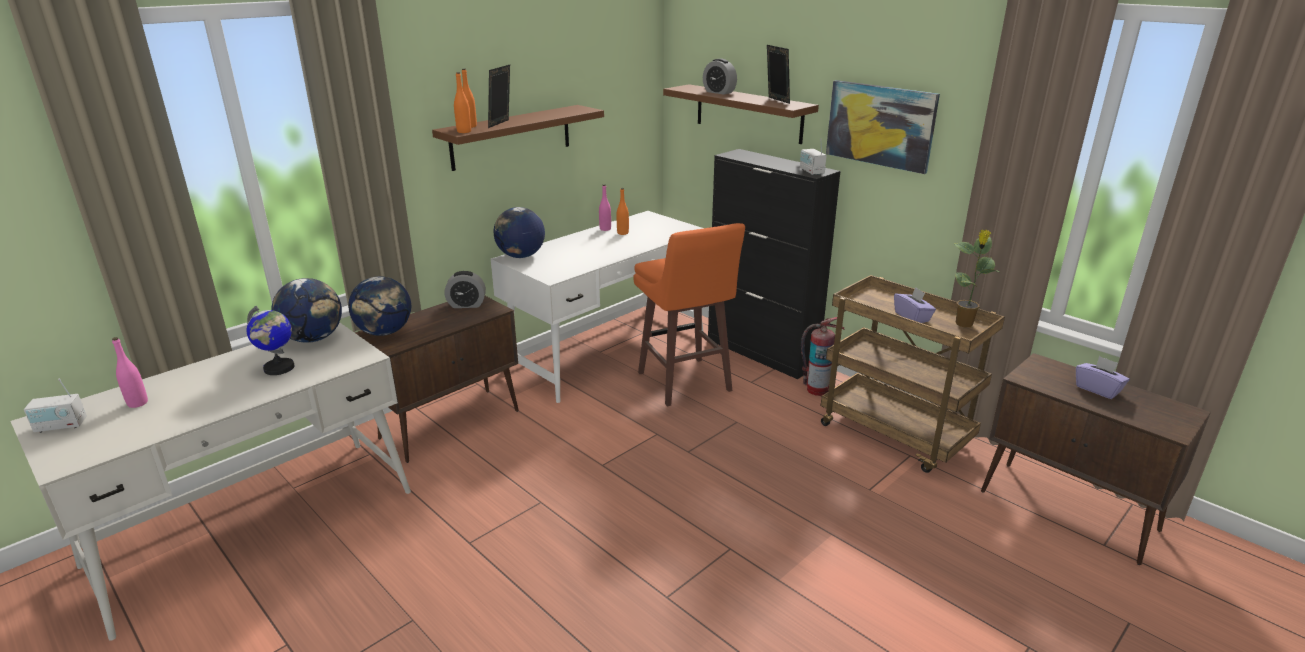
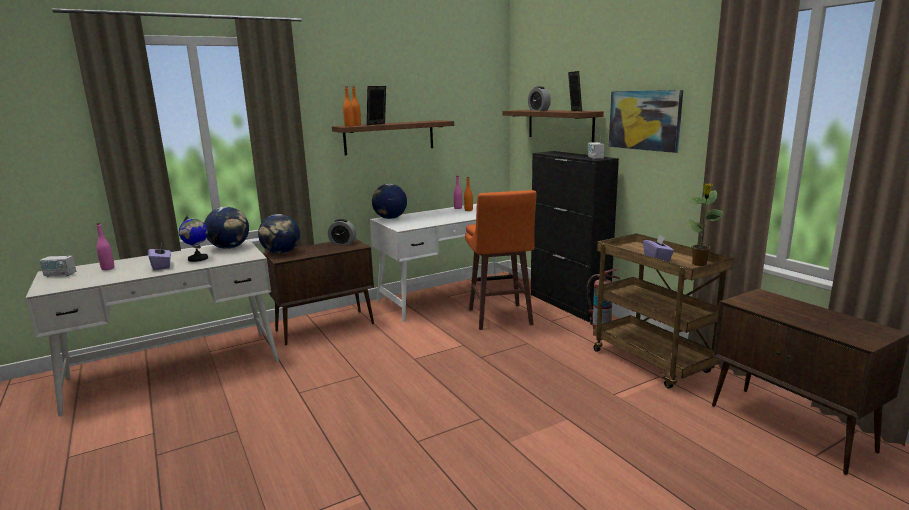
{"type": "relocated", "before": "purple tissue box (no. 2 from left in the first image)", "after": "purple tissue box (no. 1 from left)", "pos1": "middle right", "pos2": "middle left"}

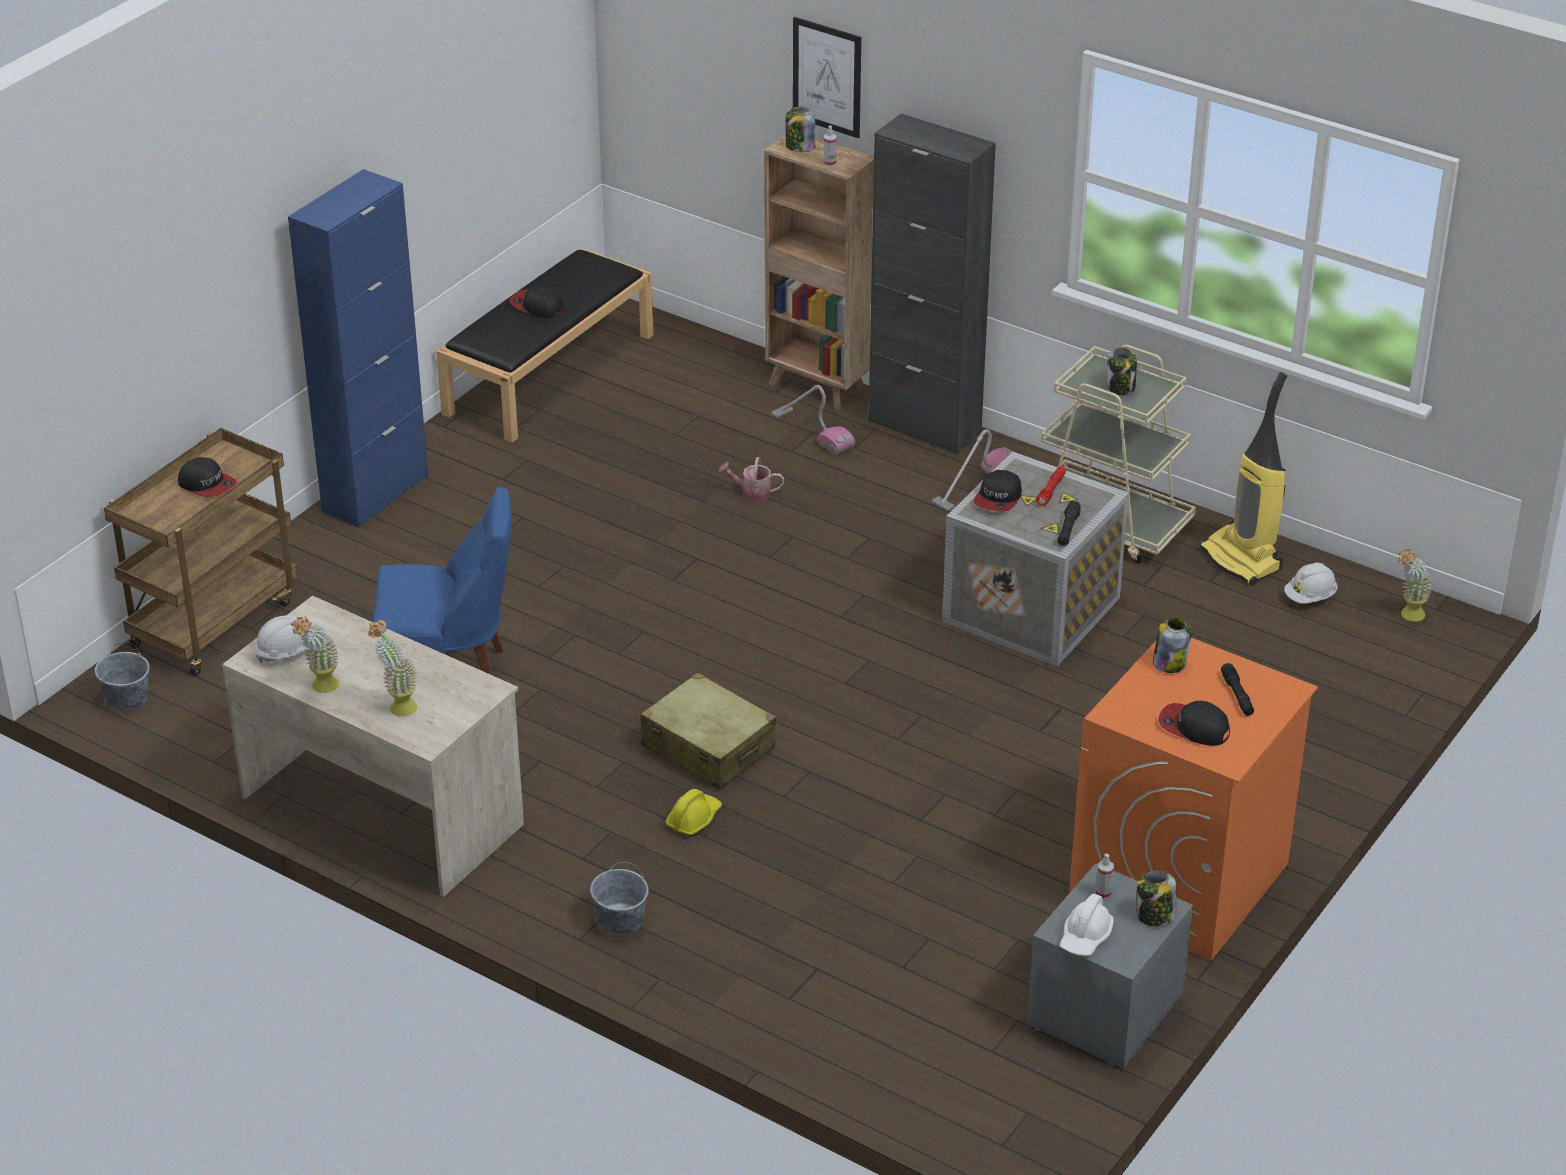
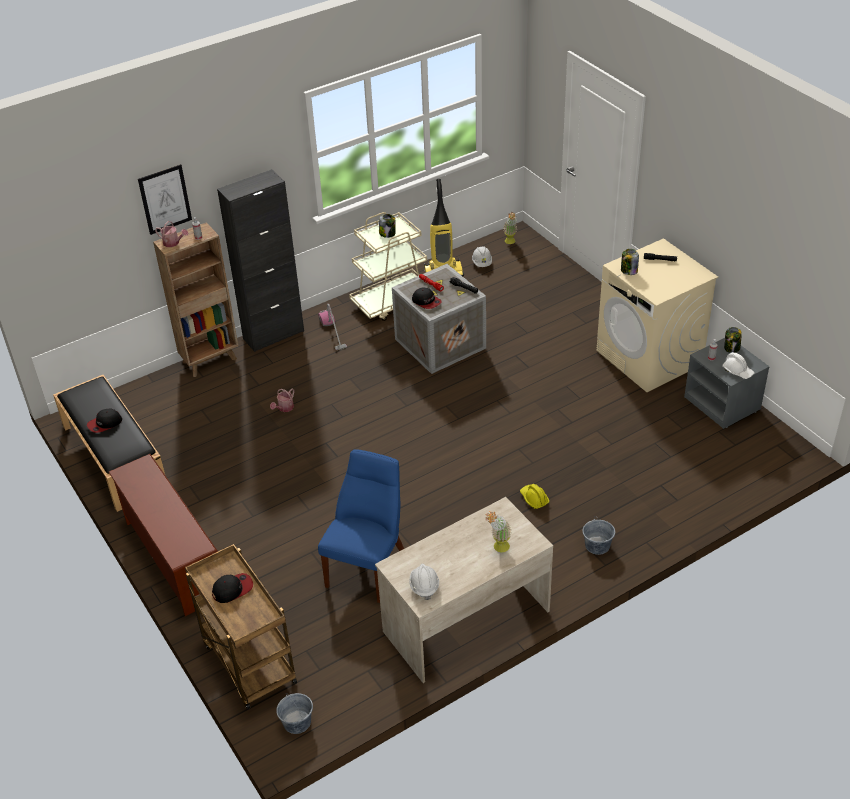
{"type": "exchanged", "before": "blue cabinet", "after": "brown shoe rack", "pos1": "top left", "pos2": "bottom left"}
{"type": "exchanged", "before": "jar (no. 1 from left)", "after": "watering can (no. 1 from left)", "pos1": "top centre", "pos2": "top left"}
{"type": "colour", "before": "orange washing machine", "after": "beige washing machine", "pos1": "bottom right", "pos2": "middle right"}
{"type": "missing", "before": "potted plant (no. 1 from left)", "pos1": "middle left"}
{"type": "missing", "before": "beige suitcase", "pos1": "centre"}
{"type": "missing", "before": "vacuum cleaner (no. 1 from left)", "pos1": "centre"}
{"type": "missing", "before": "cap (no. 4 from left)", "pos1": "middle right"}

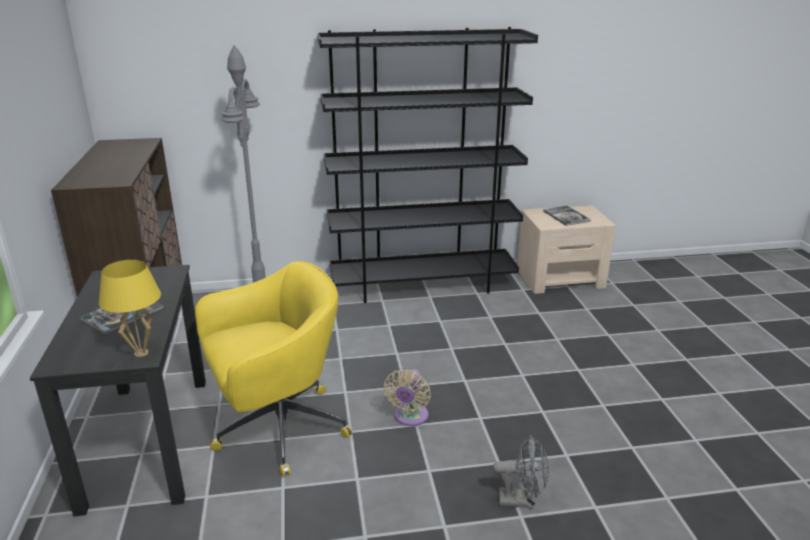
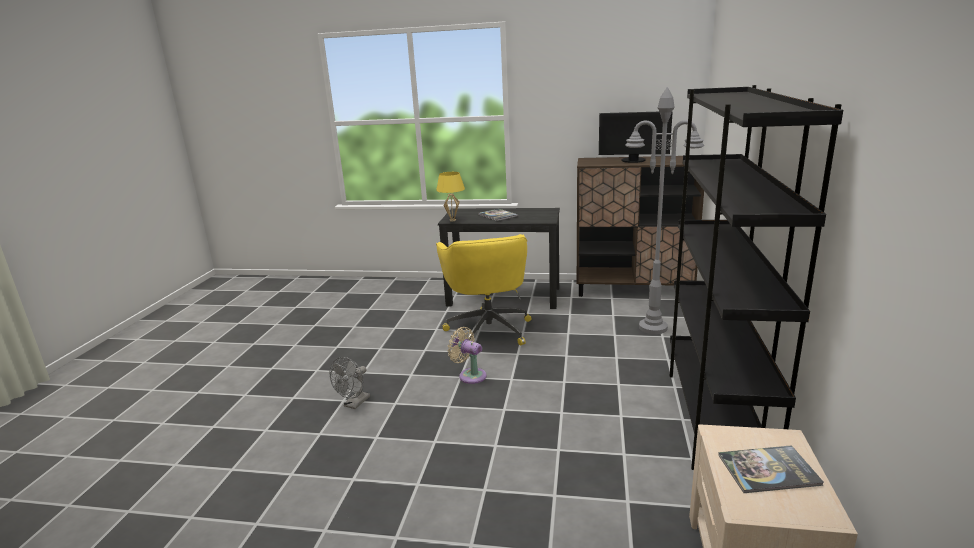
{"type": "appeared", "after": "monitor", "pos2": "top centre"}

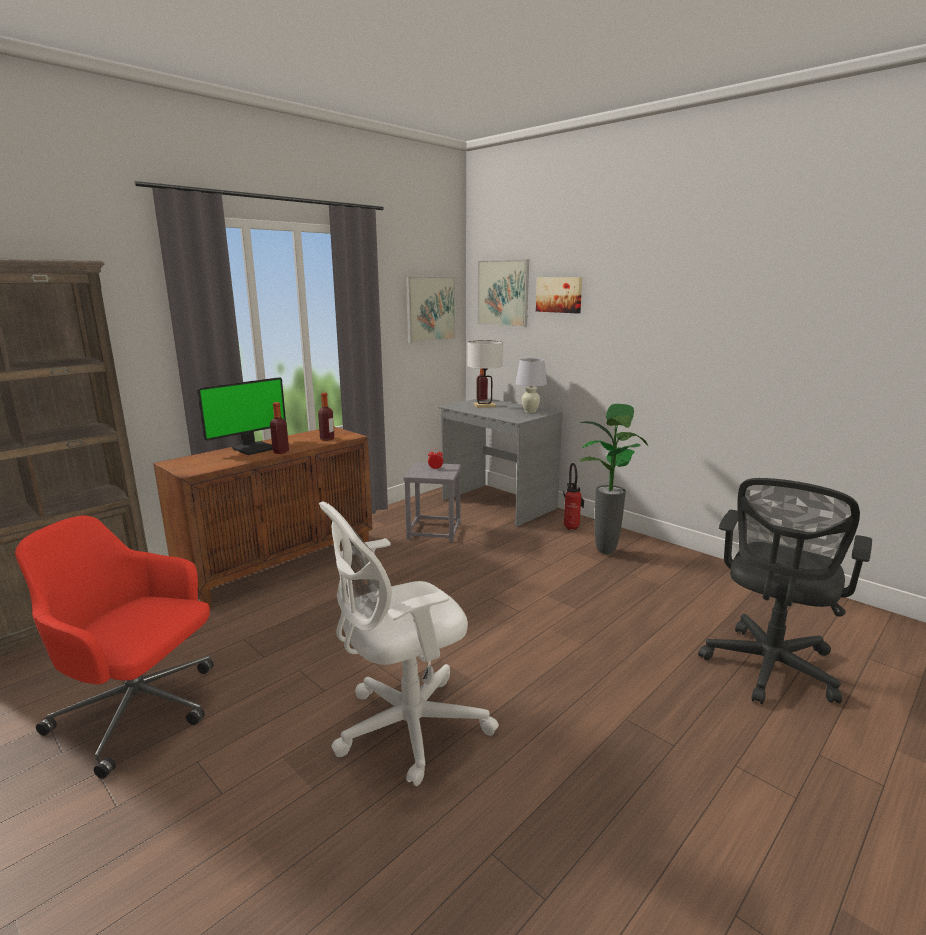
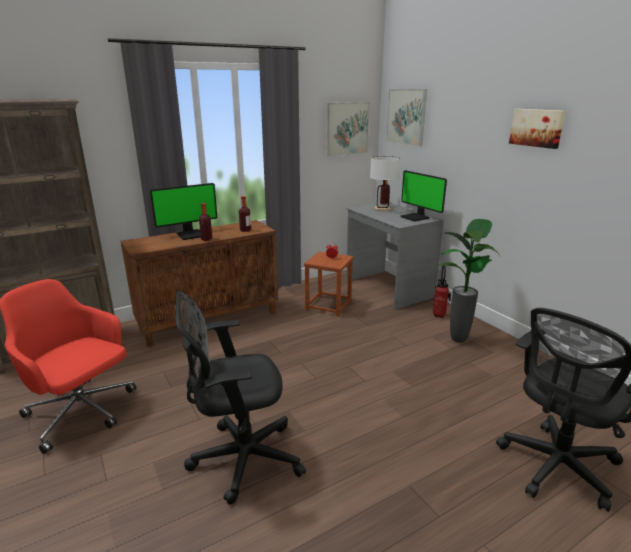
{"type": "colour", "before": "white office chair", "after": "black office chair (no. 1 from left)", "pos1": "bottom centre", "pos2": "bottom centre"}
{"type": "colour", "before": "grey stool", "after": "brown stool", "pos1": "centre", "pos2": "centre"}
{"type": "exchanged", "before": "white table lamp (no. 2 from left)", "after": "monitor (no. 2 from left)", "pos1": "centre", "pos2": "middle right"}
{"type": "relocated", "before": "picture (no. 3 from left)", "pos1": "top centre", "pos2": "top right"}

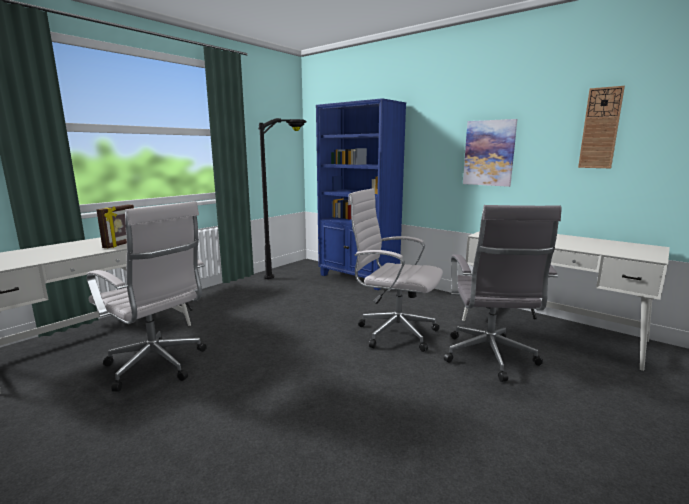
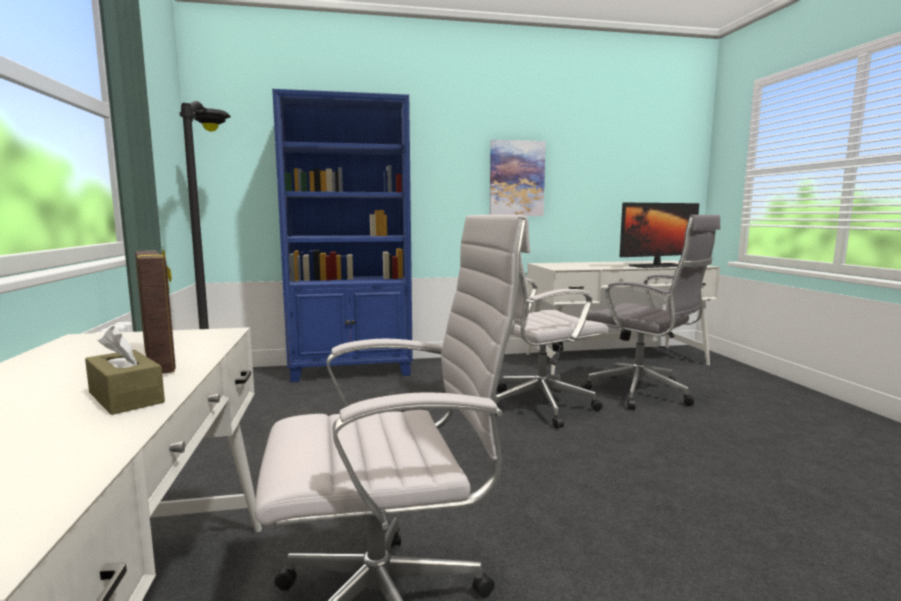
{"type": "appeared", "after": "brown tissue box", "pos2": "middle left"}
{"type": "appeared", "after": "monitor", "pos2": "middle right"}
{"type": "missing", "before": "wall clock", "pos1": "top right"}

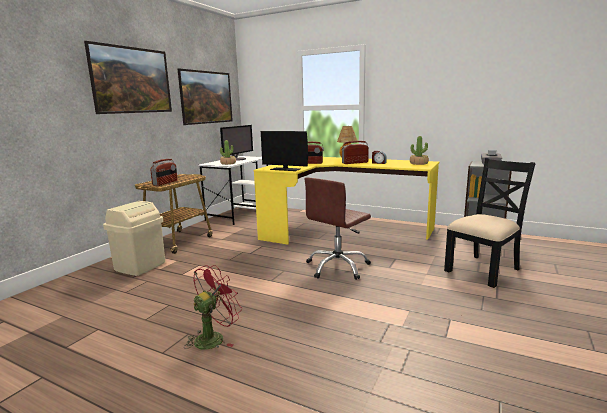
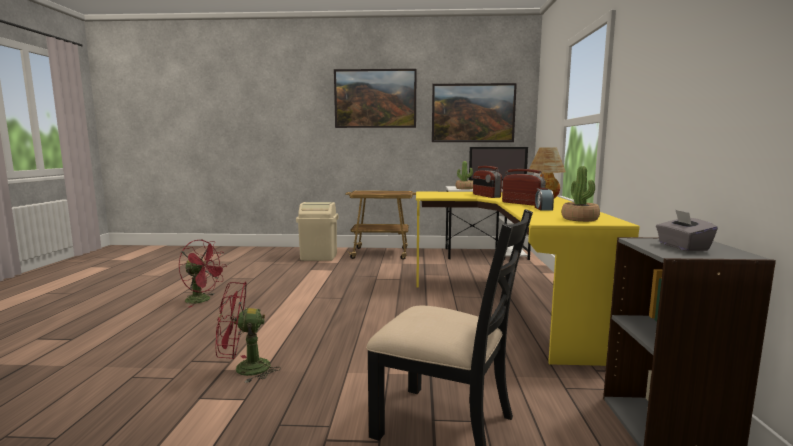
{"type": "appeared", "after": "red fan (no. 2 from left)", "pos2": "bottom left"}
{"type": "missing", "before": "radio (no. 1 from left)", "pos1": "middle left"}
{"type": "missing", "before": "monitor (no. 2 from left)", "pos1": "centre"}
{"type": "missing", "before": "brown office chair", "pos1": "centre"}

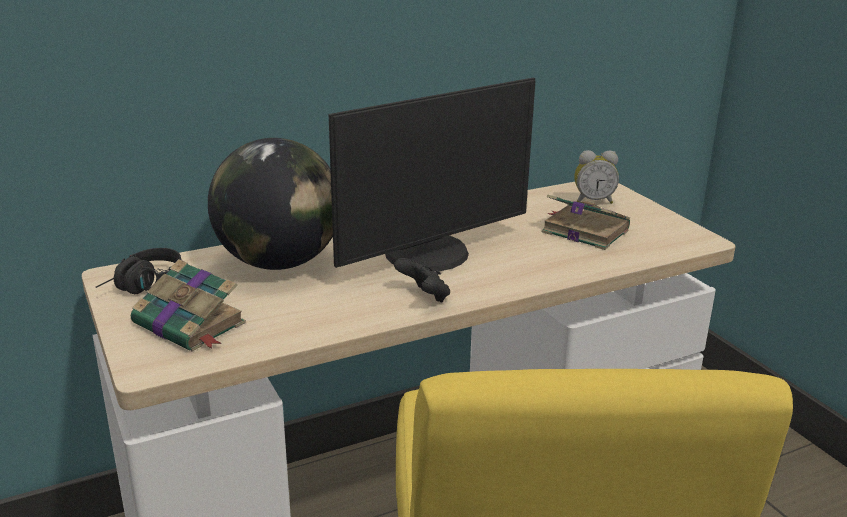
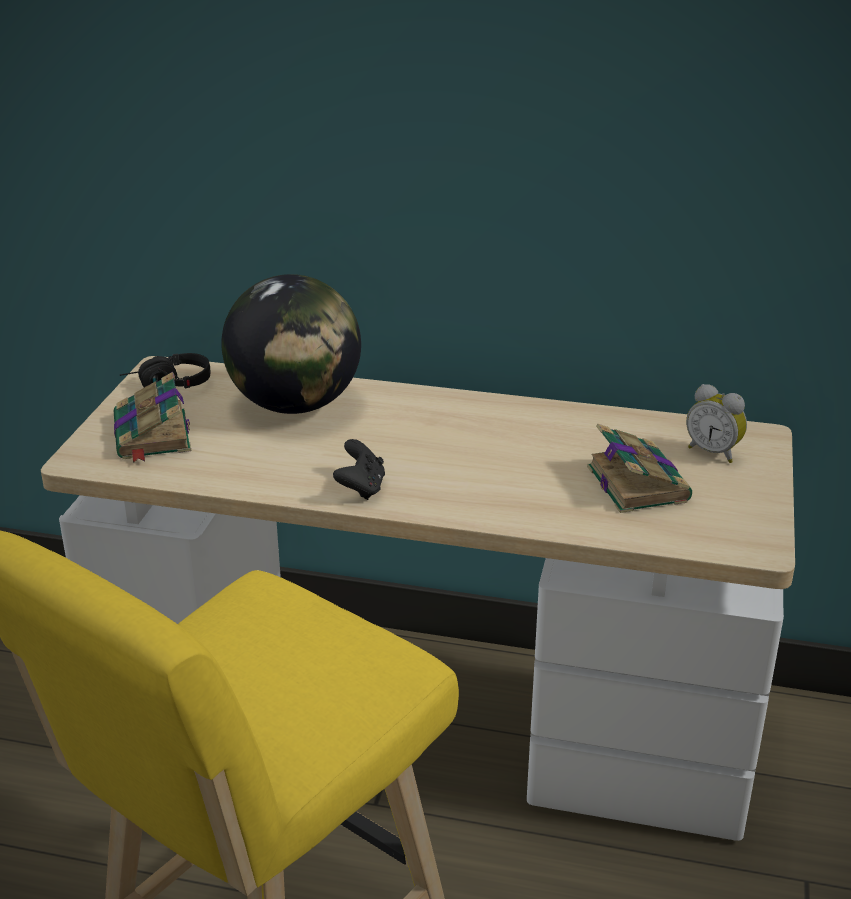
{"type": "missing", "before": "monitor", "pos1": "centre"}

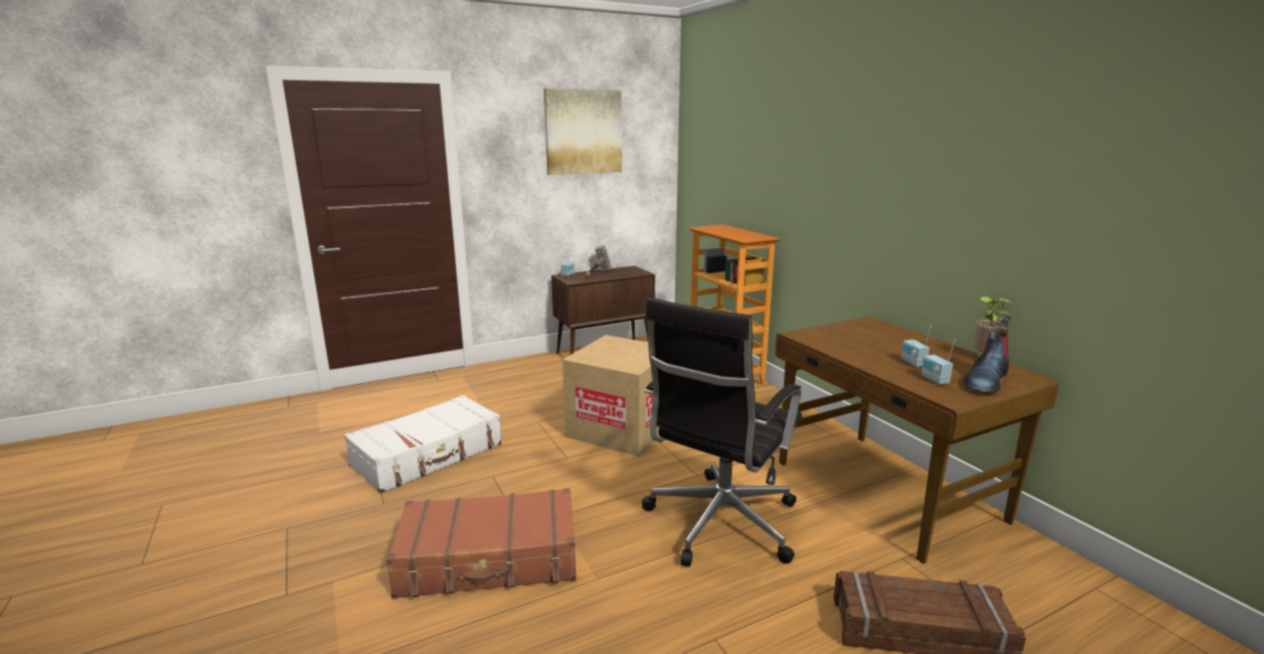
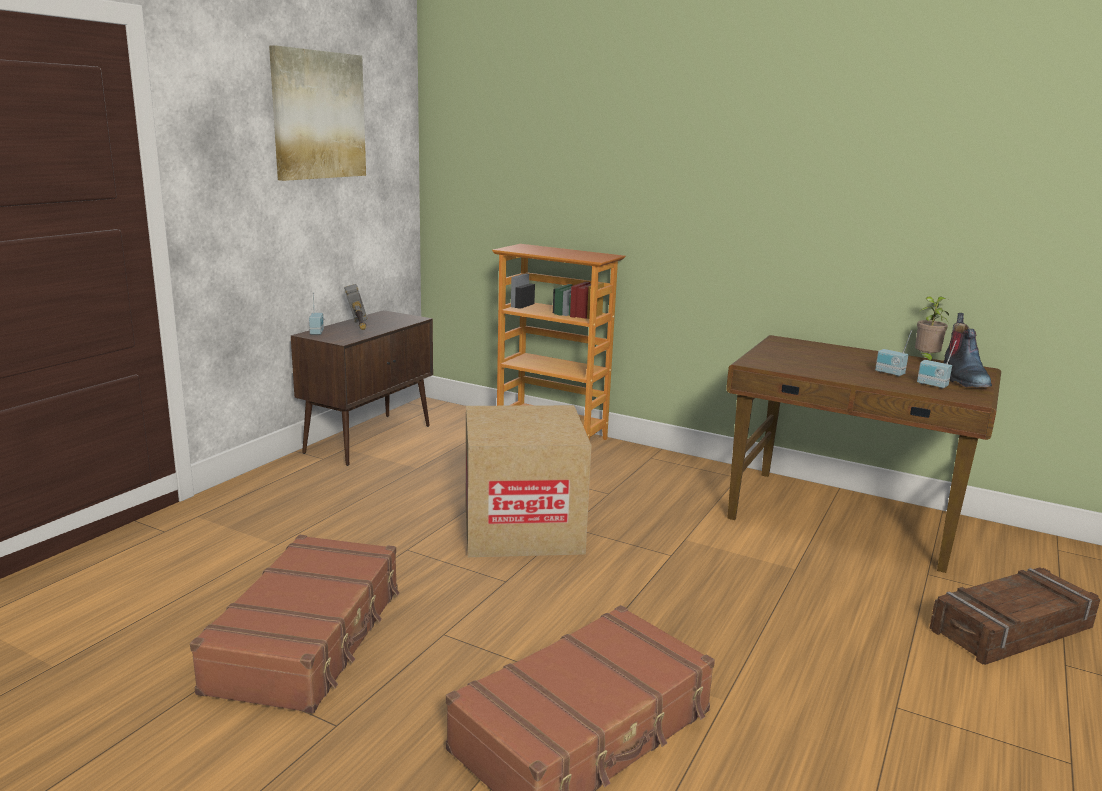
{"type": "colour", "before": "white suitcase", "after": "brown suitcase (no. 1 from left)", "pos1": "bottom centre", "pos2": "bottom left"}
{"type": "missing", "before": "black office chair", "pos1": "centre"}

